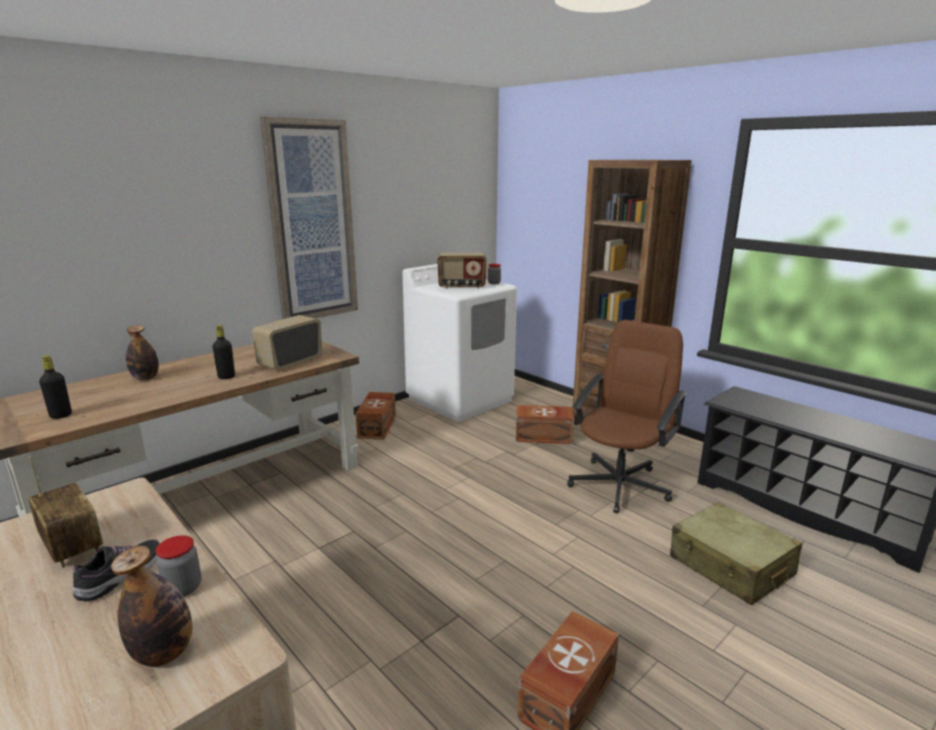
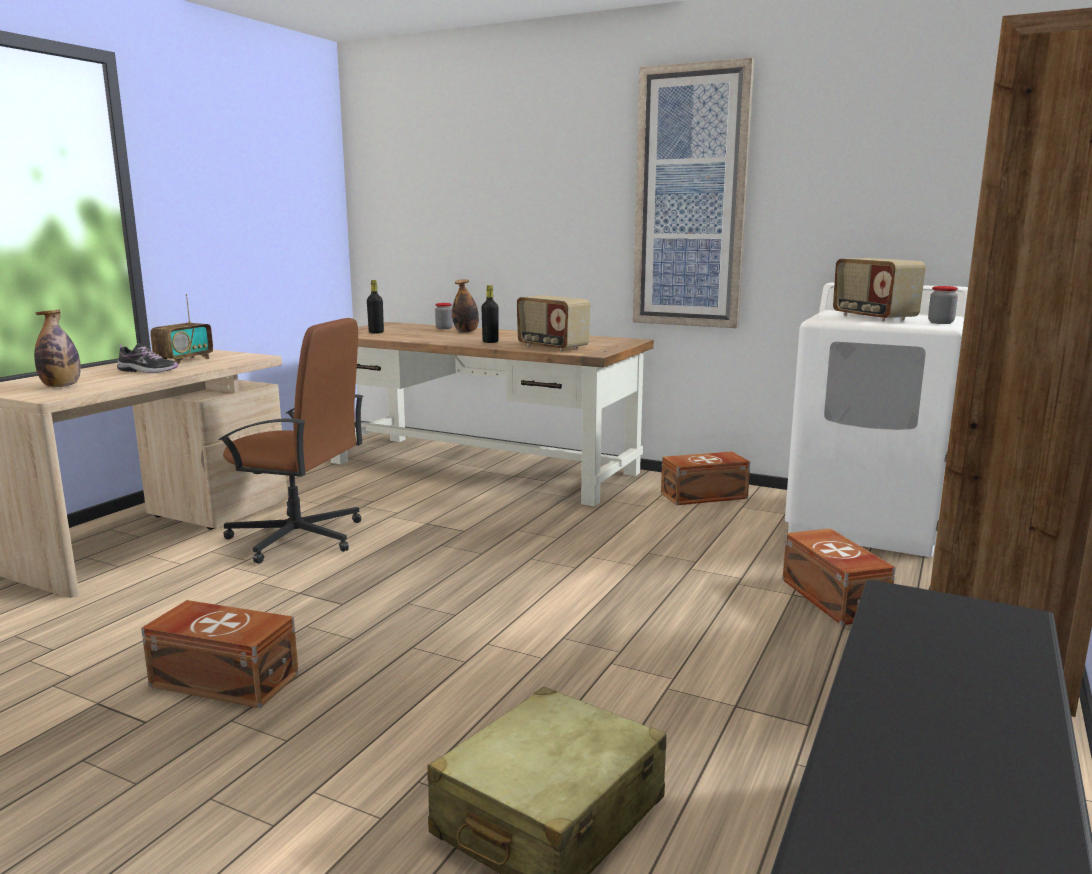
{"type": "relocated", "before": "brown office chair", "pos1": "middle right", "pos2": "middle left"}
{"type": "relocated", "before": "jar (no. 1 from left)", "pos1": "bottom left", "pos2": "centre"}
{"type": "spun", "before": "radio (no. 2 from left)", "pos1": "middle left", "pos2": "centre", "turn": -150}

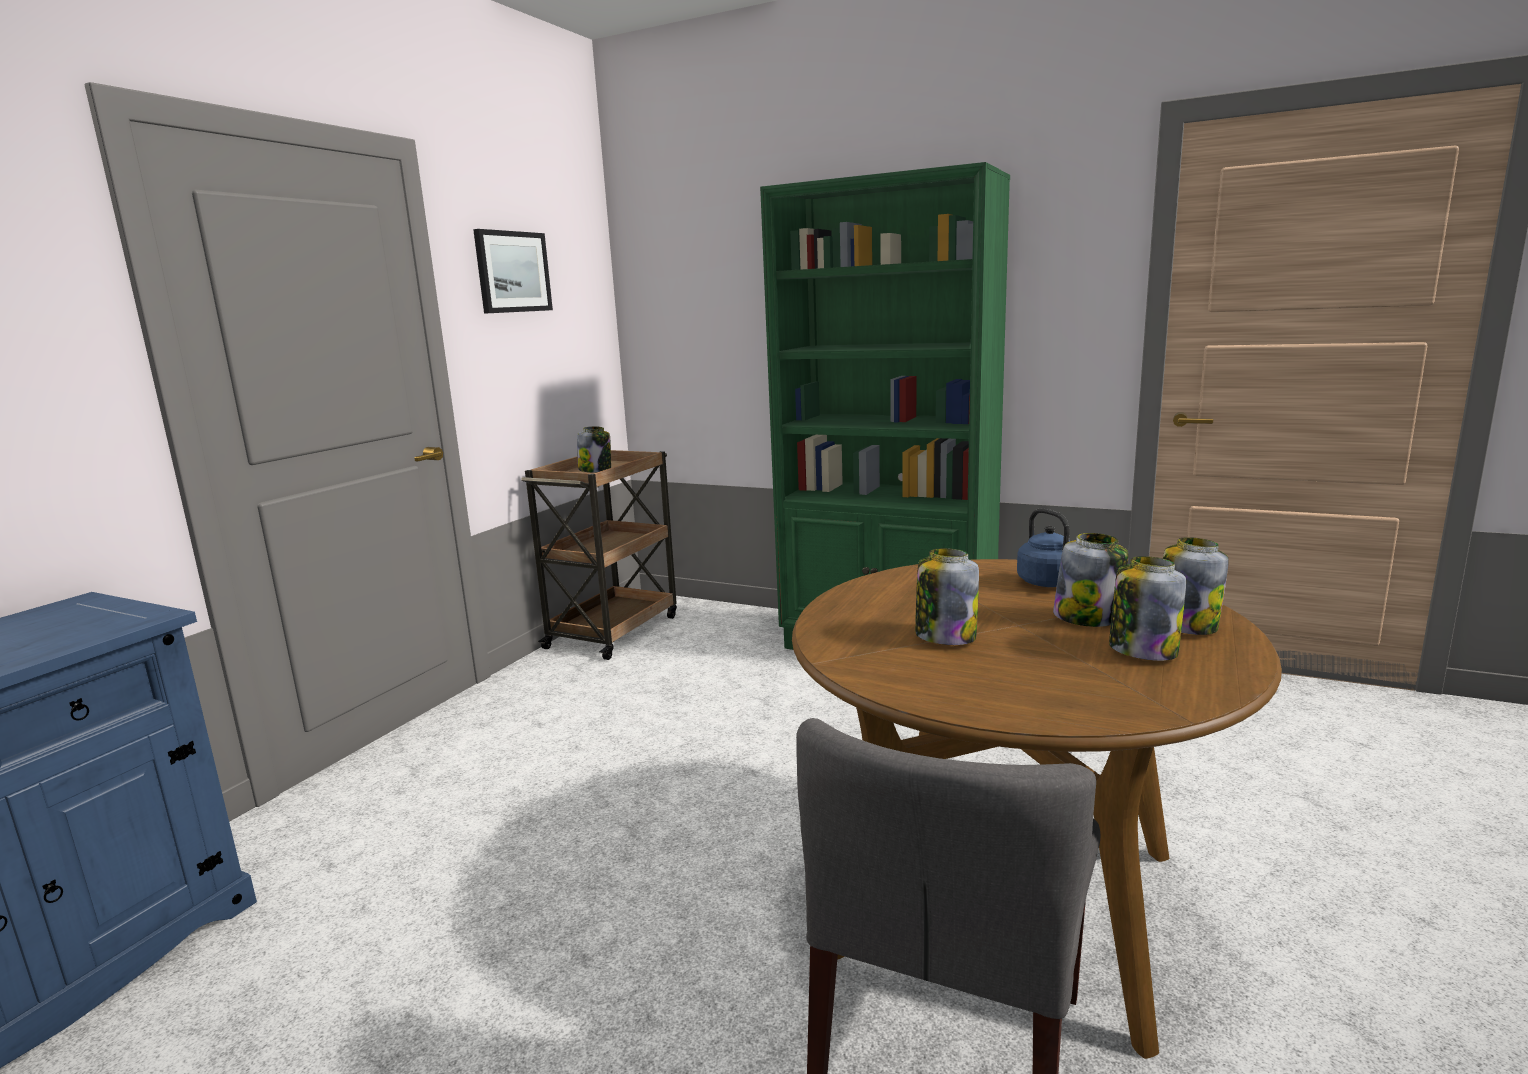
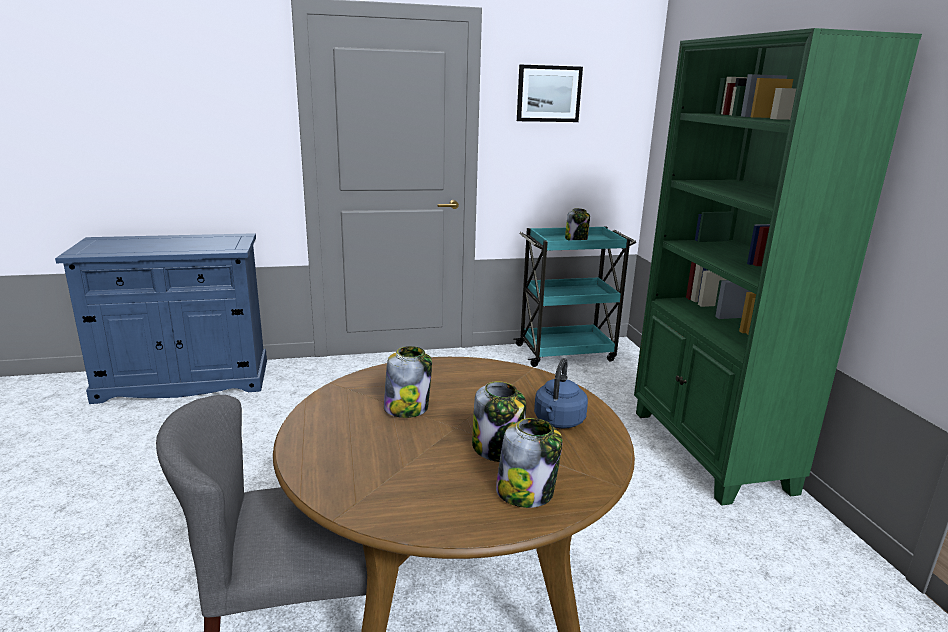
{"type": "colour", "before": "brown cart", "after": "turquoise cart", "pos1": "centre", "pos2": "centre"}
{"type": "missing", "before": "jar (no. 4 from left)", "pos1": "middle right"}

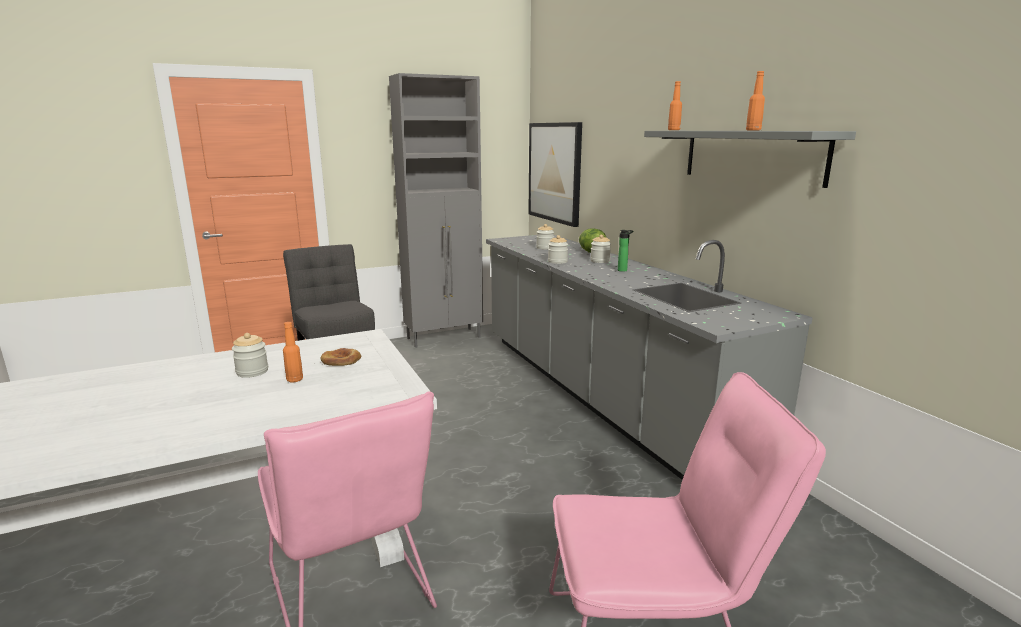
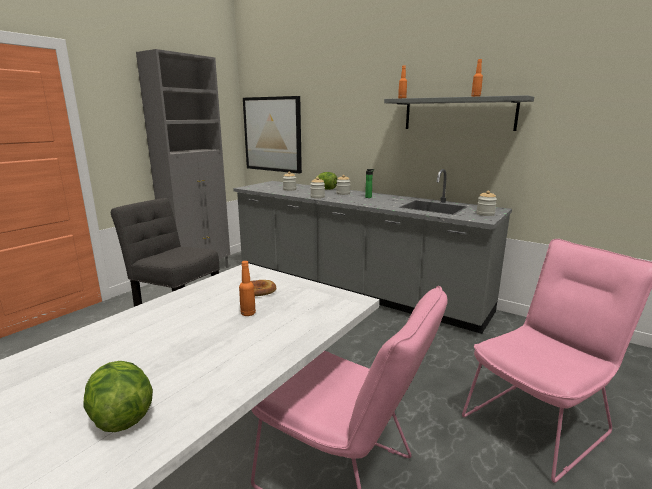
{"type": "appeared", "after": "lettuce (no. 1 from left)", "pos2": "bottom left"}
{"type": "relocated", "before": "jar (no. 1 from left in the first image)", "after": "jar (no. 4 from left)", "pos1": "middle left", "pos2": "middle right"}

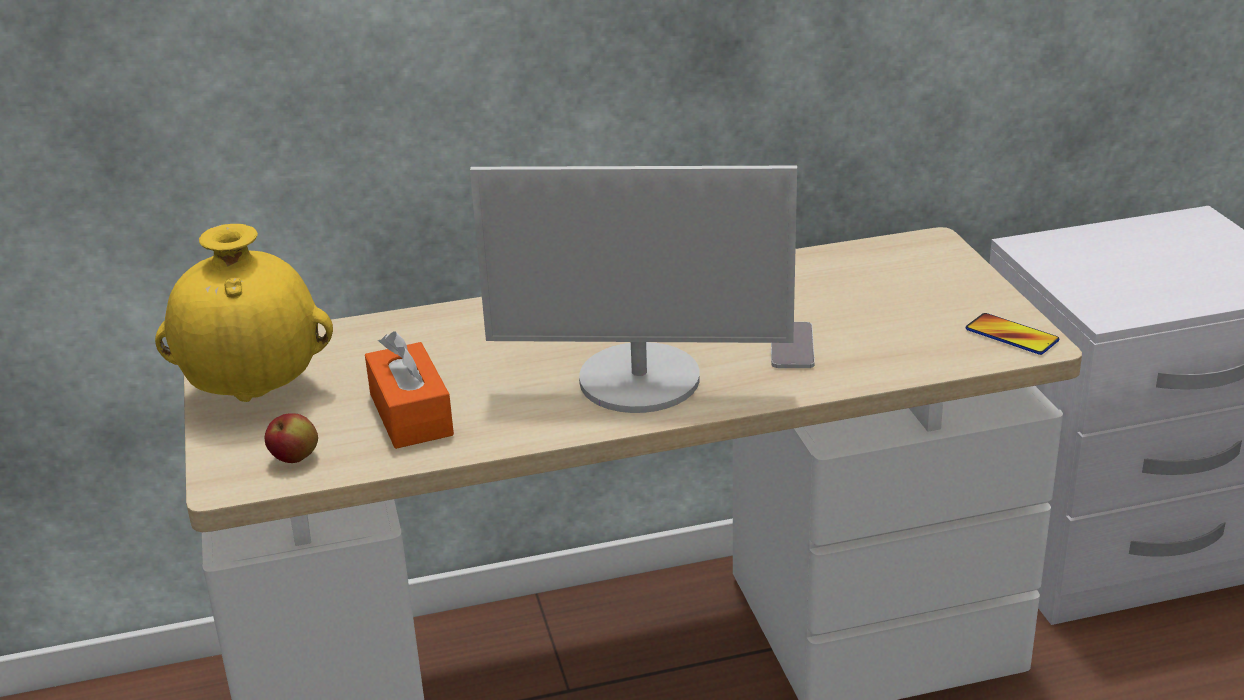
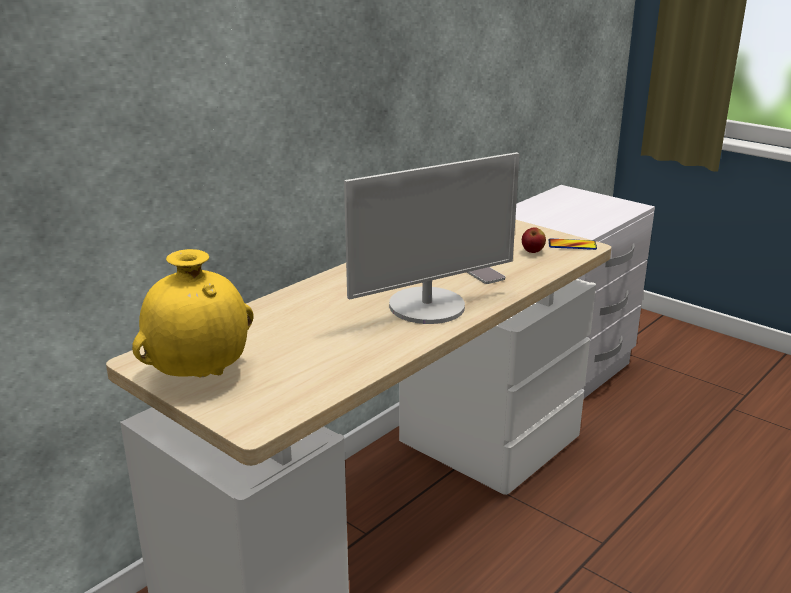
{"type": "relocated", "before": "apple", "pos1": "middle left", "pos2": "middle right"}
{"type": "missing", "before": "orange tissue box", "pos1": "middle left"}

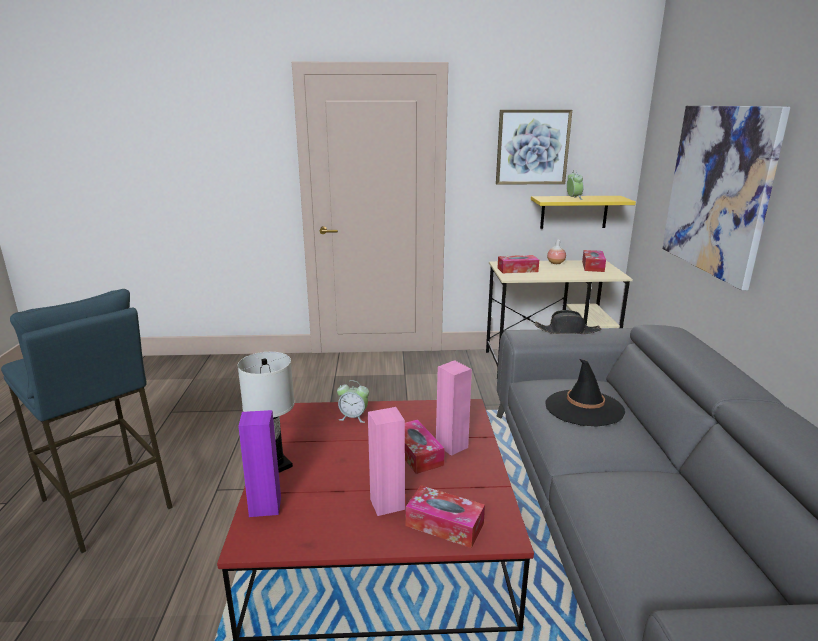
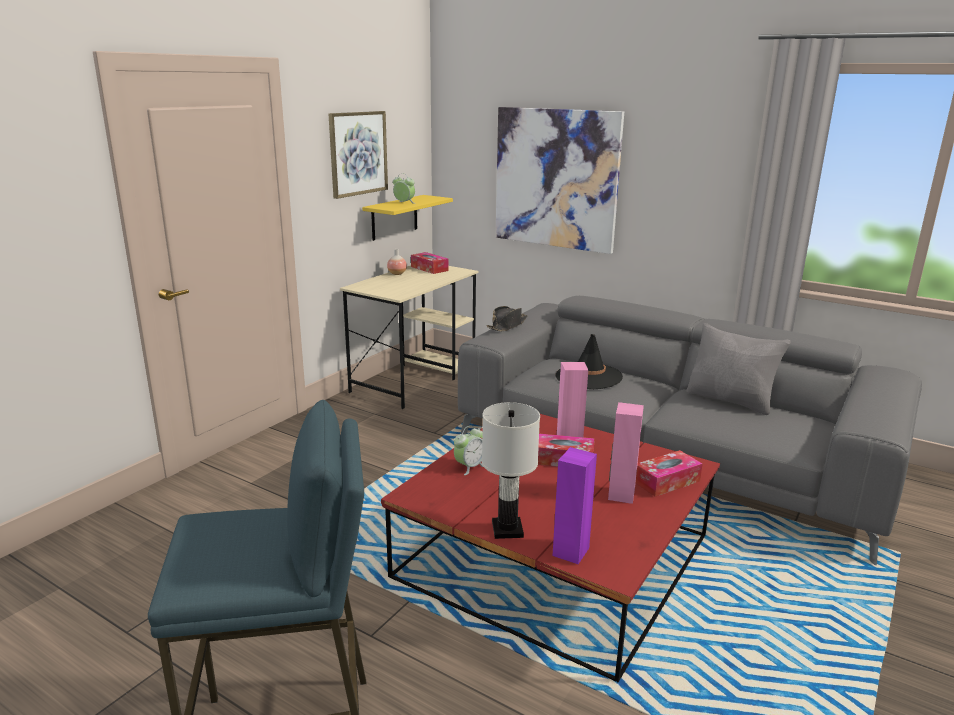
{"type": "appeared", "after": "grey pillow", "pos2": "middle right"}
{"type": "missing", "before": "tissue box (no. 3 from left)", "pos1": "centre"}

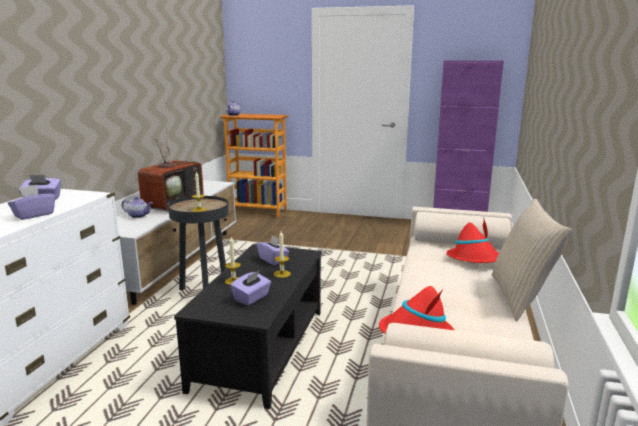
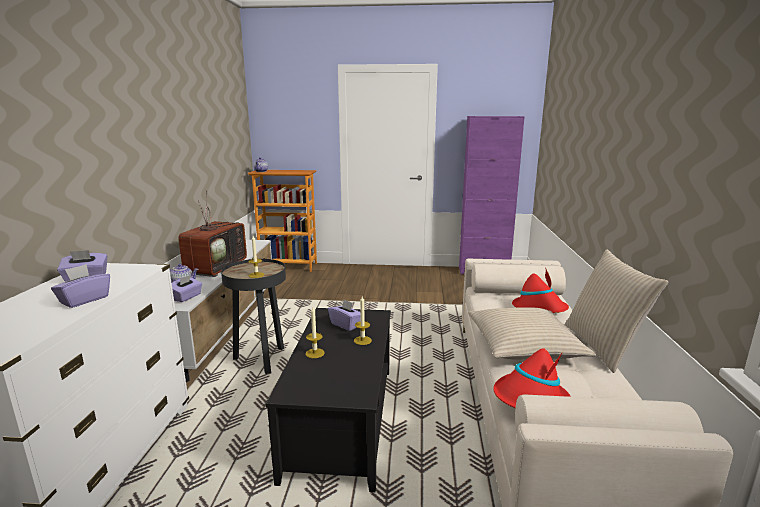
{"type": "relocated", "before": "purple tissue box (no. 3 from left)", "pos1": "bottom centre", "pos2": "middle left"}
{"type": "appeared", "after": "beige pillow (no. 1 from left)", "pos2": "middle right"}

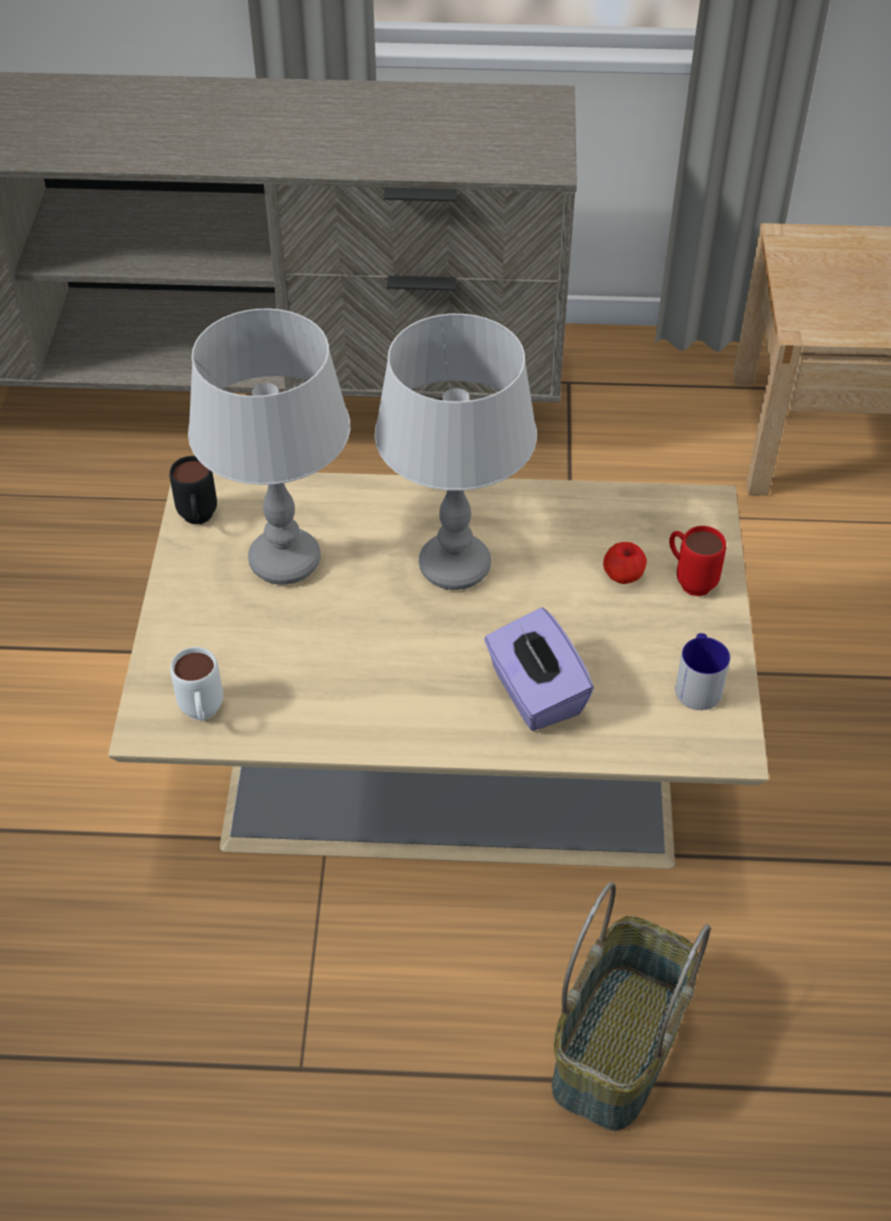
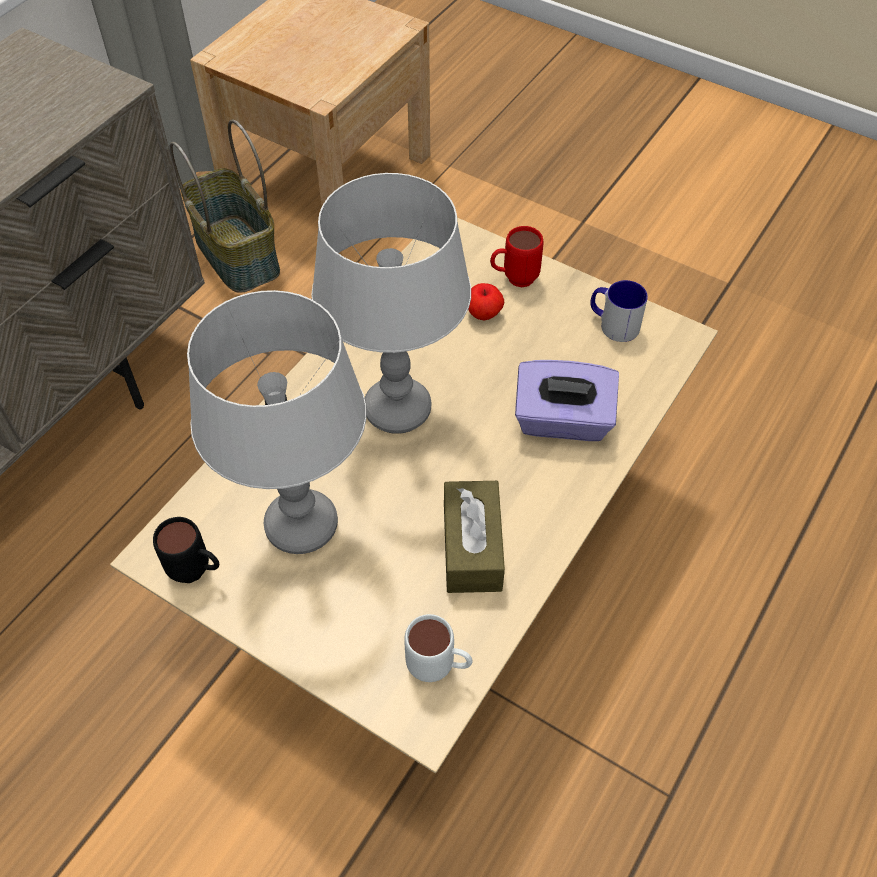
{"type": "relocated", "before": "basket", "pos1": "bottom right", "pos2": "top left"}
{"type": "appeared", "after": "brown tissue box", "pos2": "centre"}

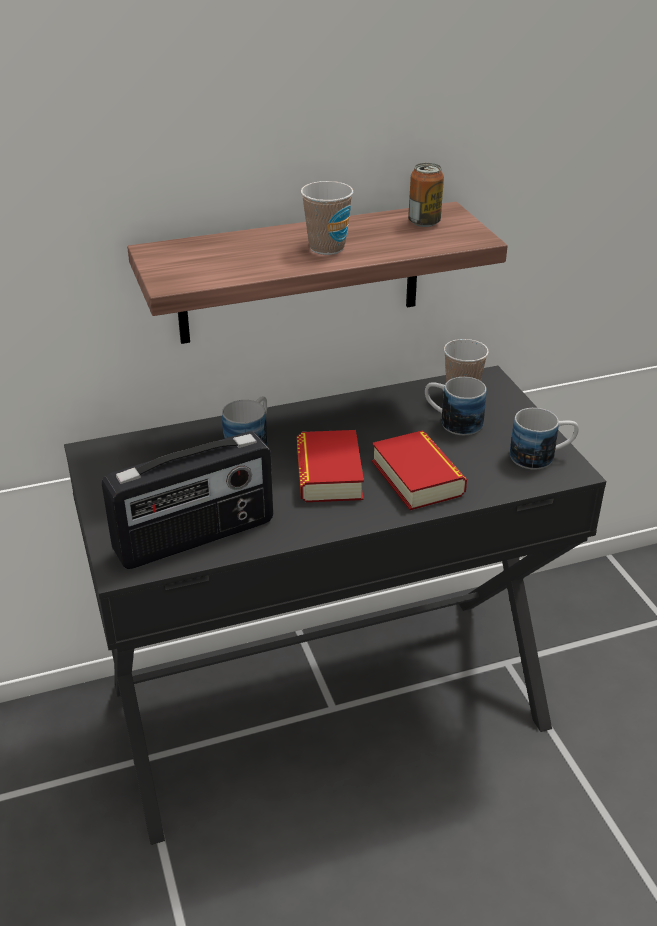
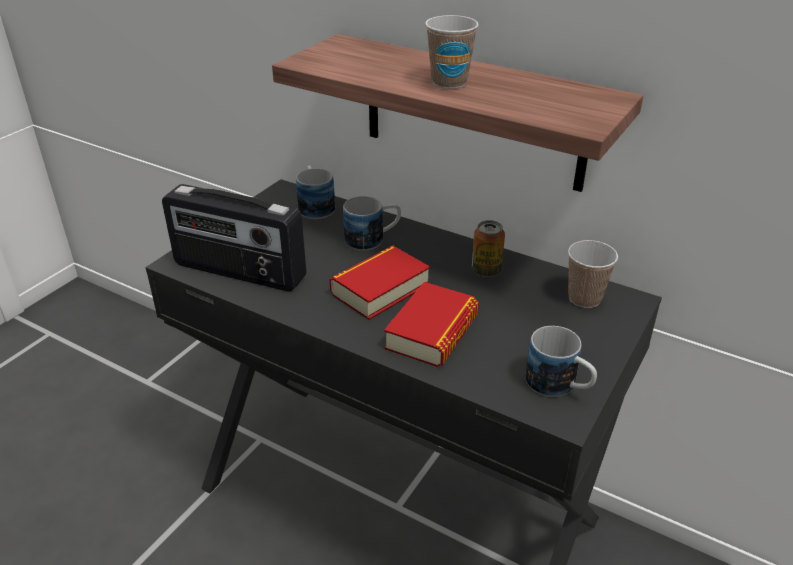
{"type": "relocated", "before": "mug (no. 2 from left in the first image)", "after": "mug (no. 1 from left)", "pos1": "middle right", "pos2": "centre"}
{"type": "relocated", "before": "can", "pos1": "top centre", "pos2": "centre"}

